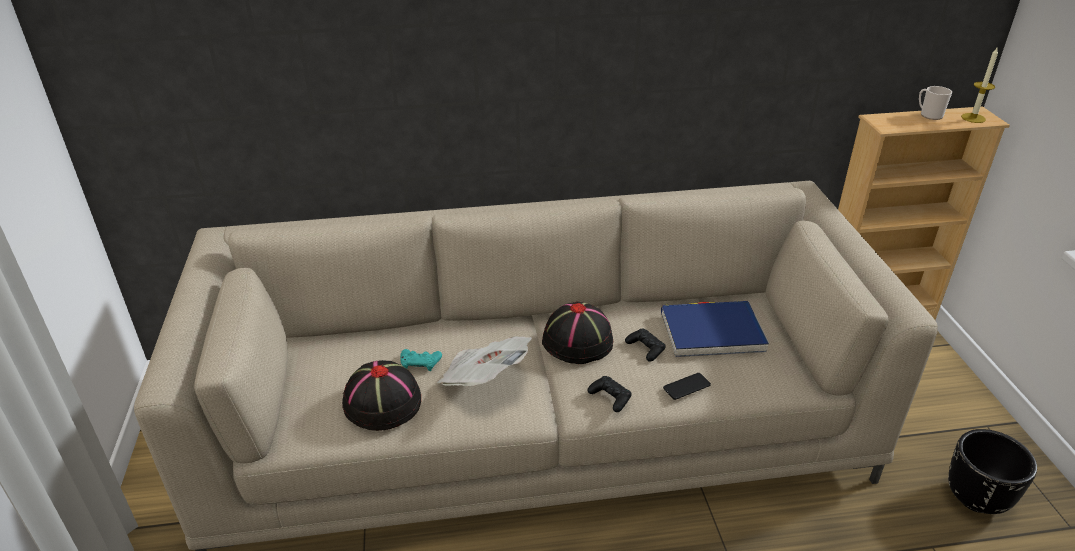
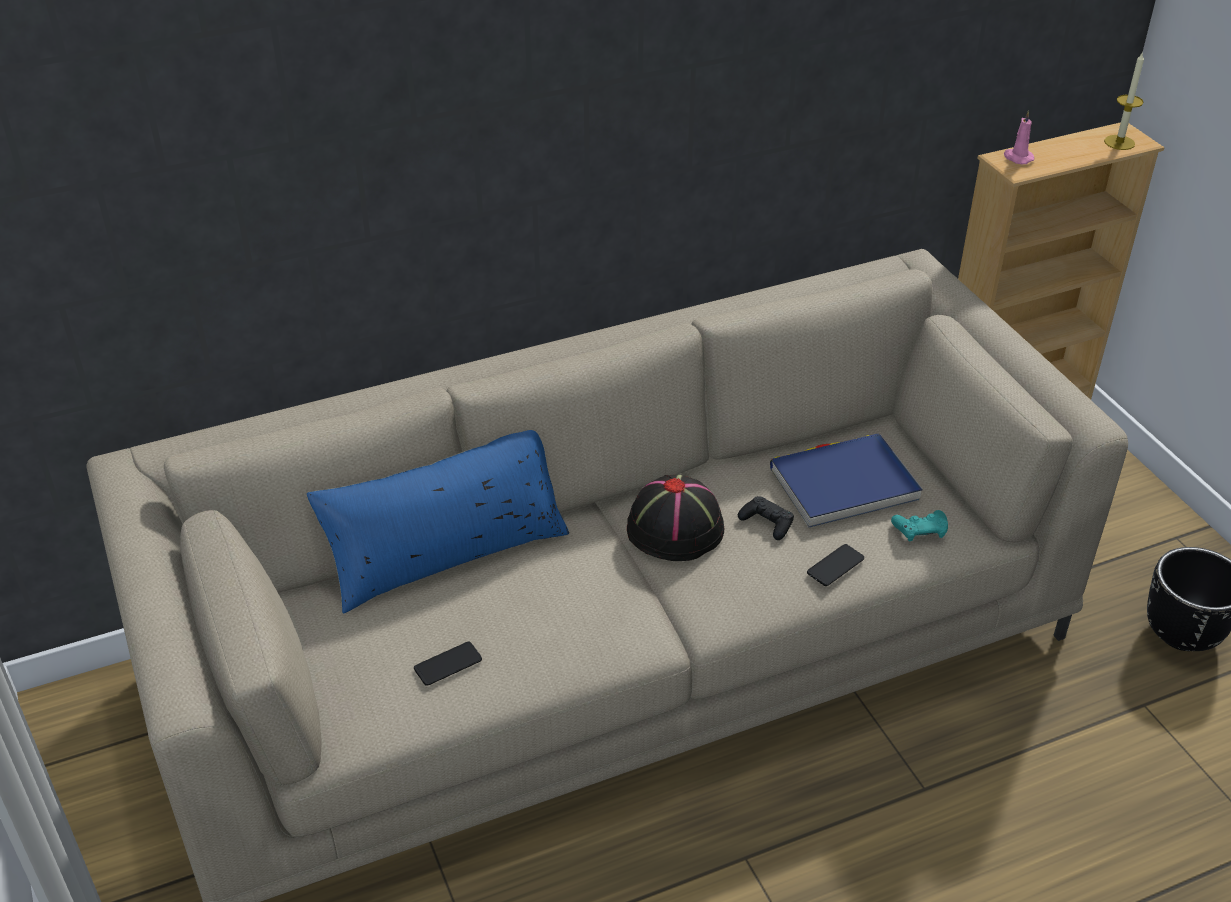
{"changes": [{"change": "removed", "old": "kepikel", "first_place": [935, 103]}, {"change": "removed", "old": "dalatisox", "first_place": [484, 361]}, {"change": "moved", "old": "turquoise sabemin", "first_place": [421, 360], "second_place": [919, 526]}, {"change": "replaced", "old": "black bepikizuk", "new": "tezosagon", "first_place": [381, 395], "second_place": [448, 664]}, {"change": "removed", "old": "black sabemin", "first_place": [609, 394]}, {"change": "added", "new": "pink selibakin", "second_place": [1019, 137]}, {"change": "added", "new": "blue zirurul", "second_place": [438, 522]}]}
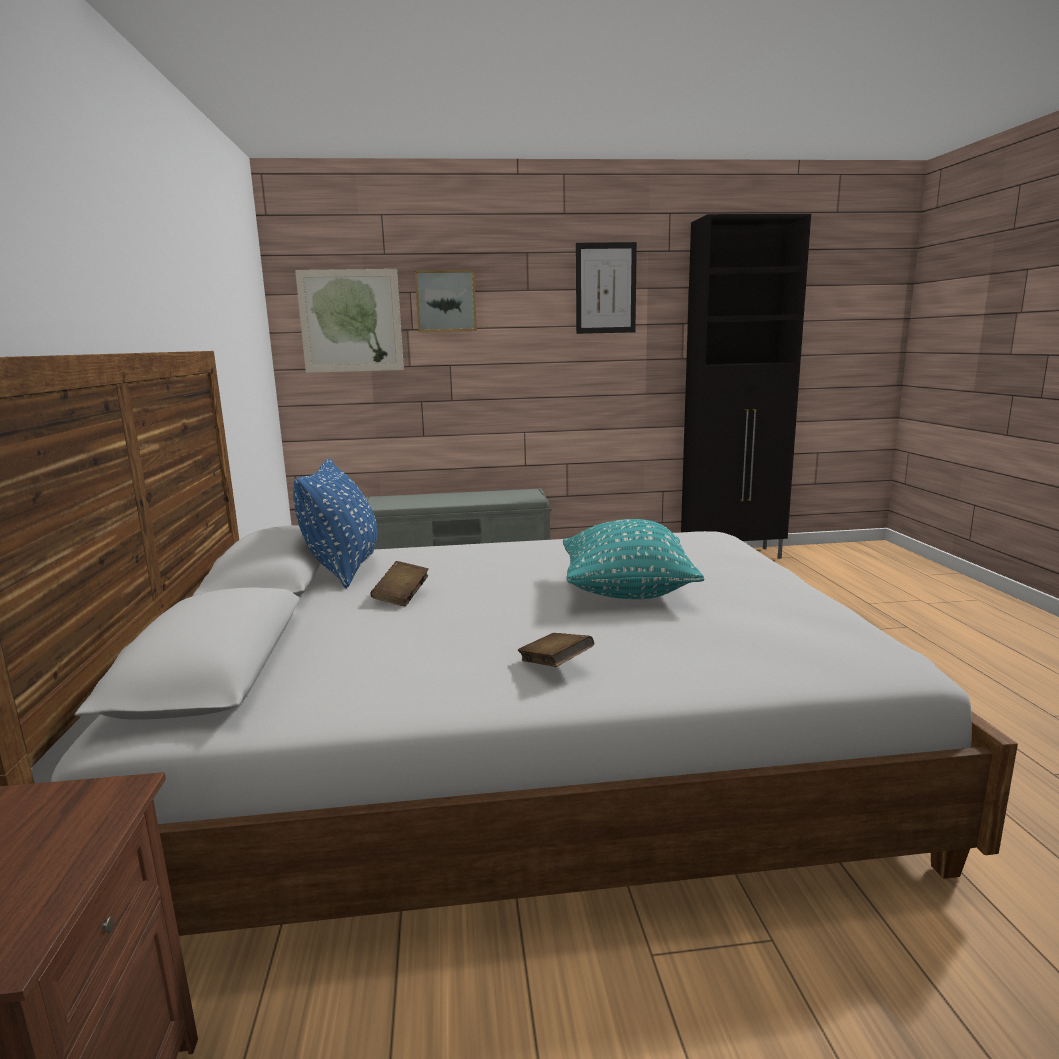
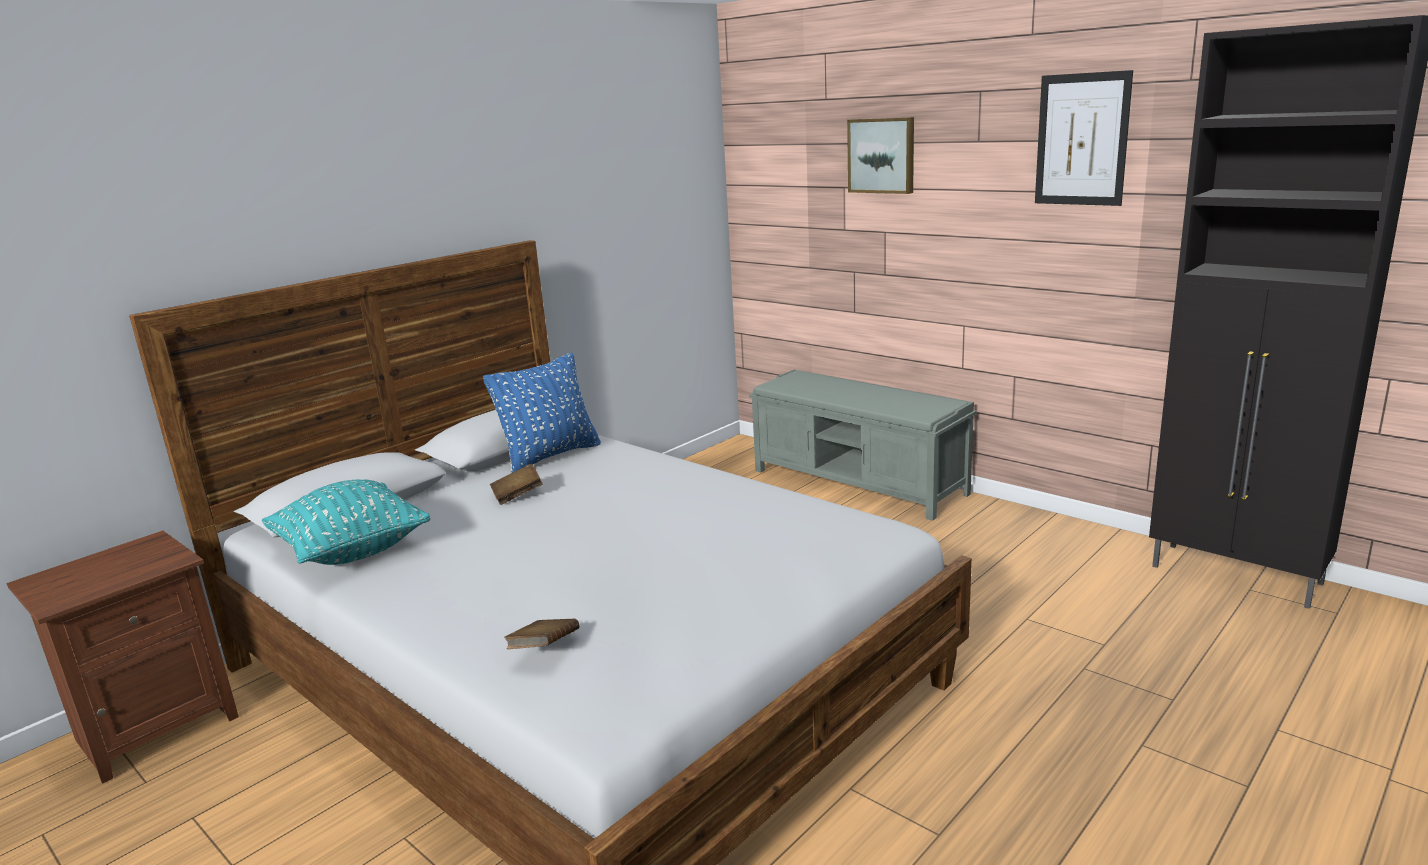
{"changes": [{"change": "removed", "old": "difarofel", "first_place": [349, 321]}, {"change": "moved", "old": "turquoise zirurul", "first_place": [633, 559], "second_place": [346, 522]}, {"change": "moved", "old": "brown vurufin", "first_place": [556, 650], "second_place": [541, 634]}]}
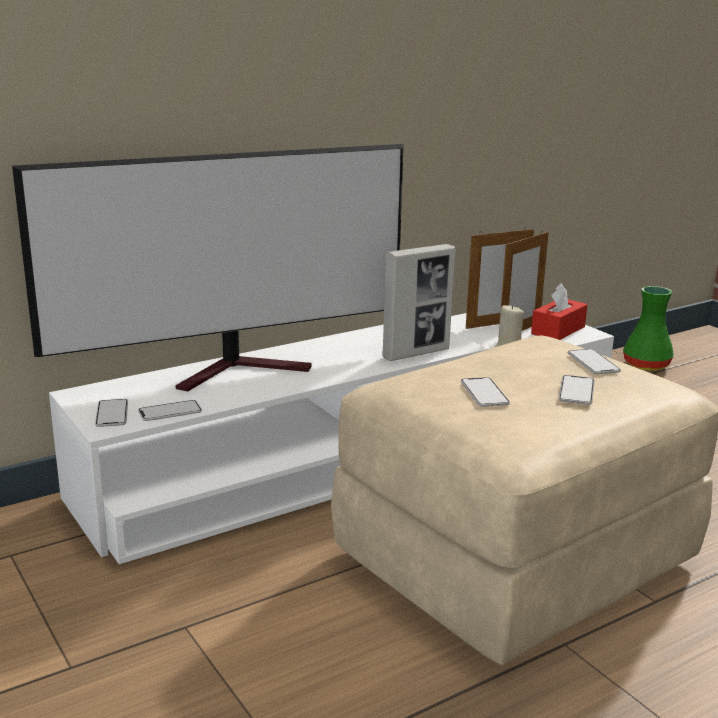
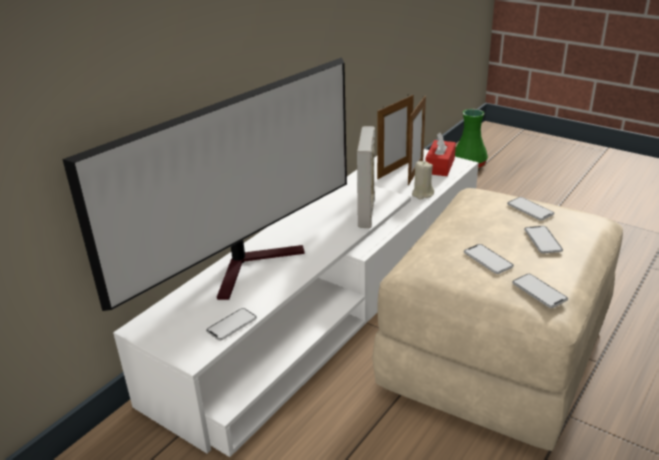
{"changes": [{"change": "turned", "old": "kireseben", "first_place": [418, 302], "second_place": [366, 177], "degrees": 150}, {"change": "moved", "old": "tezosagon", "first_place": [111, 413], "second_place": [540, 291]}]}
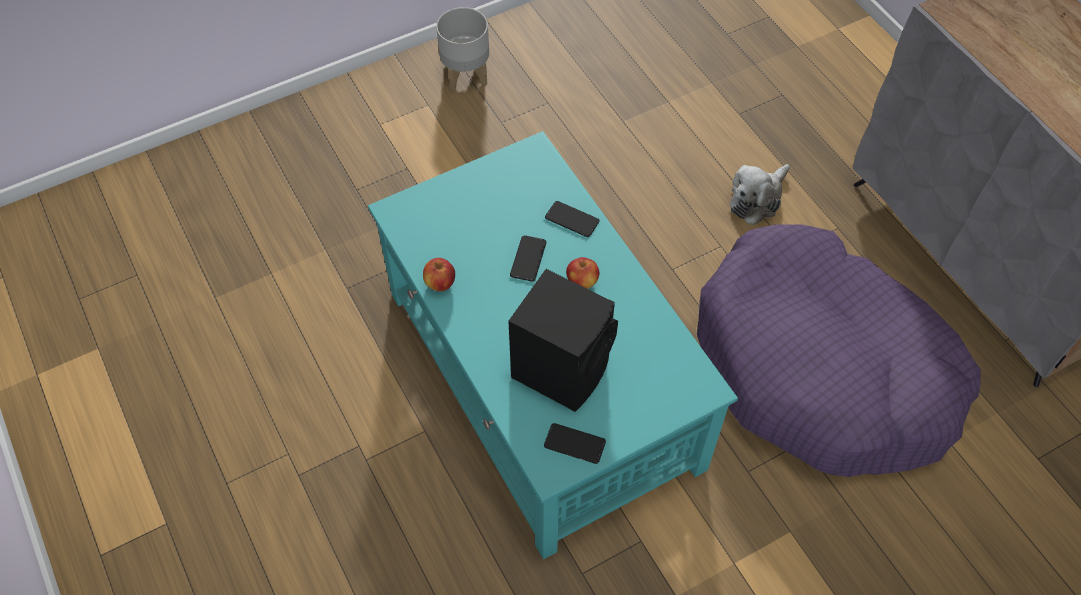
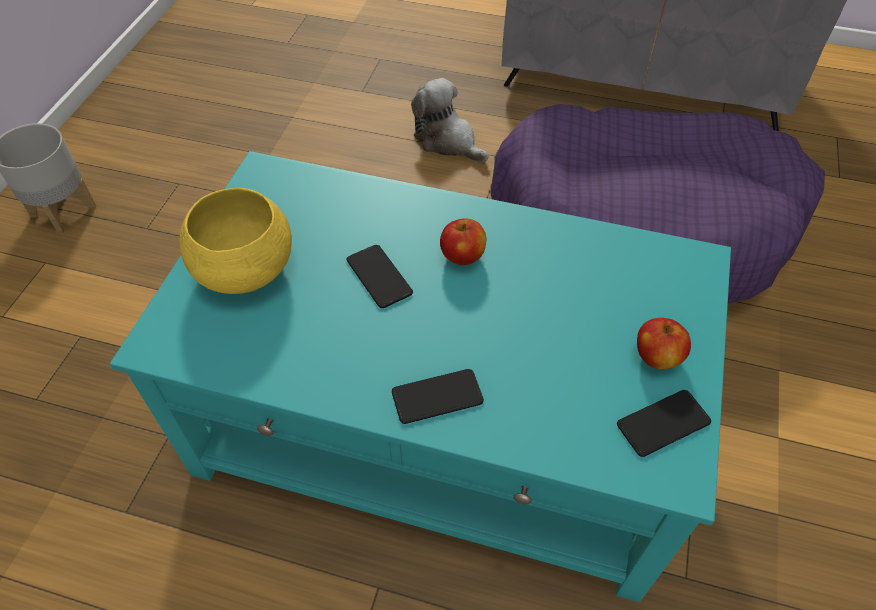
{"changes": [{"change": "turned", "old": "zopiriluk", "first_place": [760, 194], "second_place": [450, 120], "degrees": 135}, {"change": "moved", "old": "tezosagon", "first_place": [572, 219], "second_place": [438, 396]}, {"change": "moved", "old": "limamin", "first_place": [439, 274], "second_place": [664, 344]}, {"change": "removed", "old": "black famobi", "first_place": [563, 340]}, {"change": "added", "new": "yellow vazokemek", "second_place": [235, 241]}]}
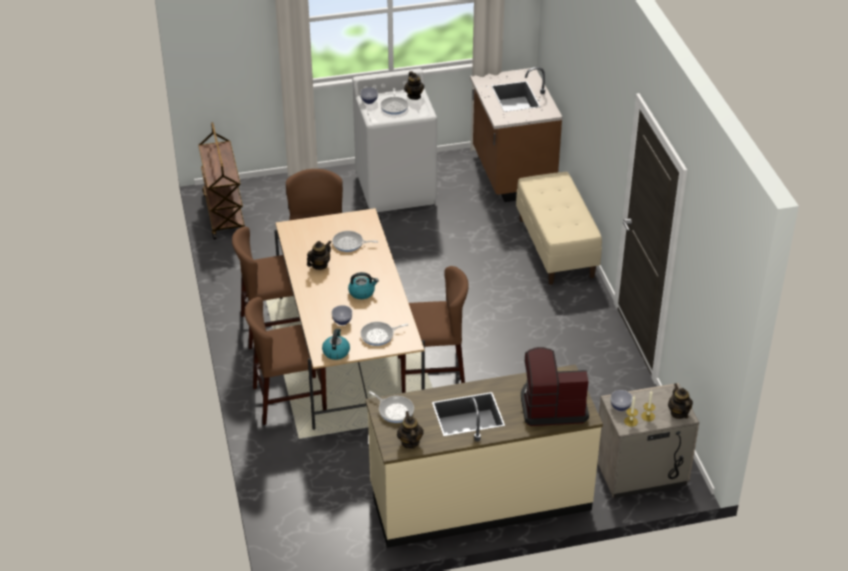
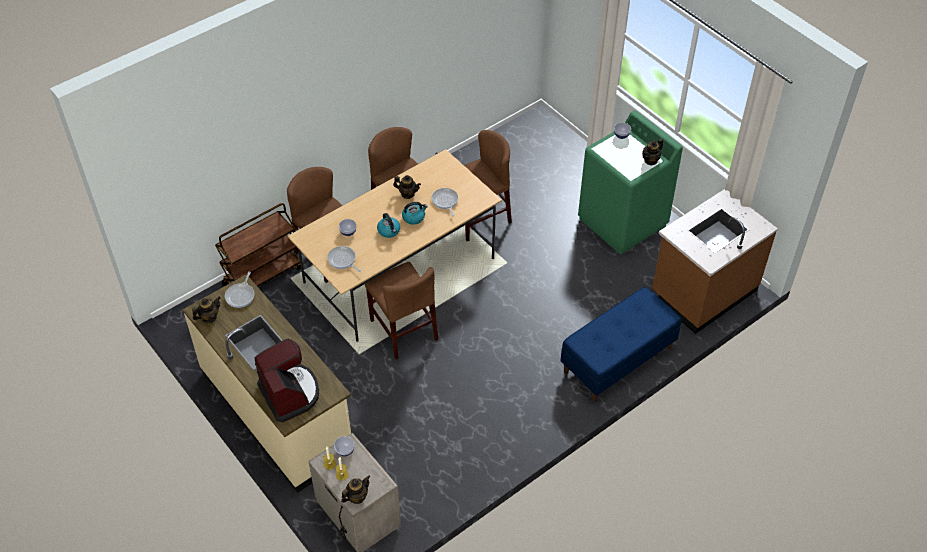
{"changes": [{"change": "recoloured", "old": "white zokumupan", "new": "green zokumupan", "first_place": [394, 140], "second_place": [630, 182]}, {"change": "removed", "old": "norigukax", "first_place": [394, 101]}, {"change": "moved", "old": "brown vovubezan", "first_place": [221, 181], "second_place": [258, 245]}, {"change": "recoloured", "old": "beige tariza", "new": "blue tariza", "first_place": [559, 228], "second_place": [621, 344]}, {"change": "moved", "old": "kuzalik", "first_place": [336, 344], "second_place": [415, 213]}]}
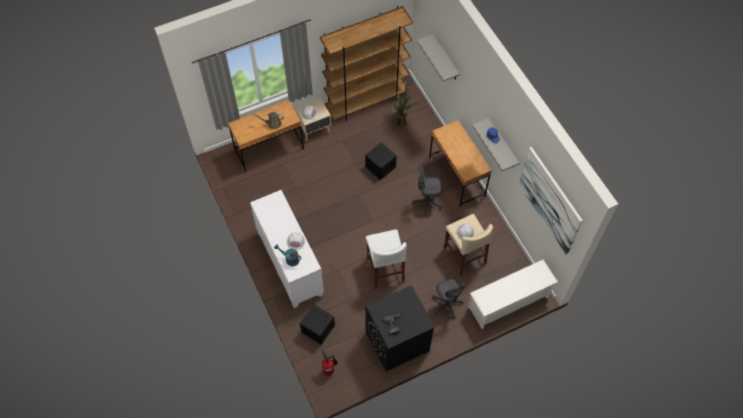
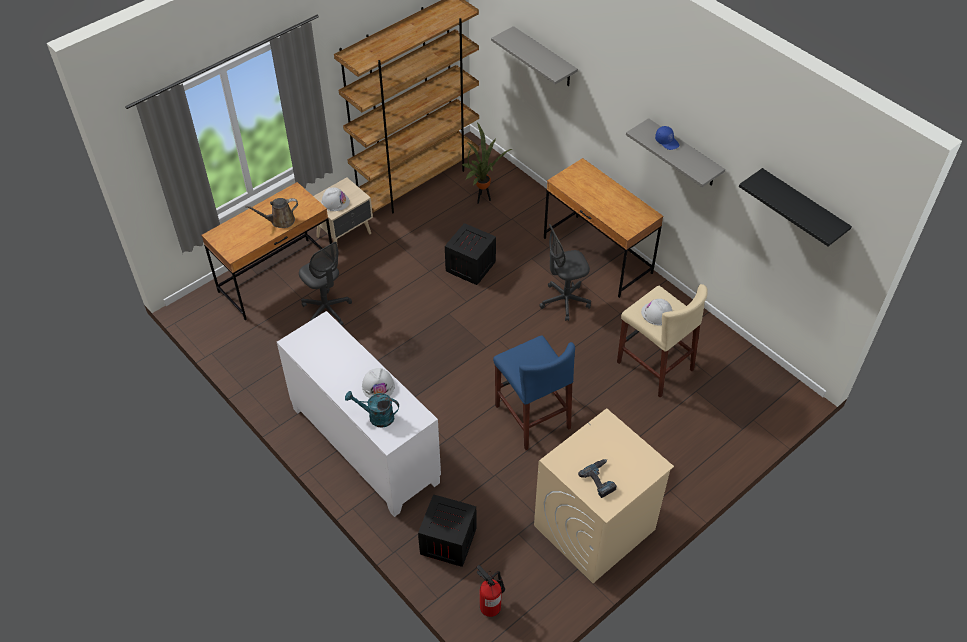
{"changes": [{"change": "replaced", "old": "difarofel", "new": "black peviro", "first_place": [551, 200], "second_place": [795, 207]}, {"change": "recoloured", "old": "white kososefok", "new": "blue kososefok", "first_place": [386, 258], "second_place": [534, 393]}, {"change": "removed", "old": "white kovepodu", "first_place": [513, 294]}, {"change": "moved", "old": "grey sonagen", "first_place": [448, 299], "second_place": [325, 283]}, {"change": "recoloured", "old": "black zokumupan", "new": "beige zokumupan", "first_place": [400, 328], "second_place": [604, 495]}]}
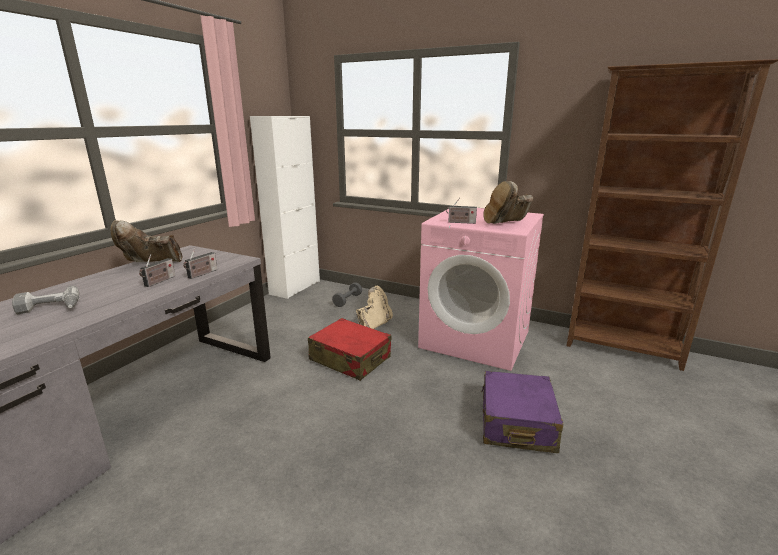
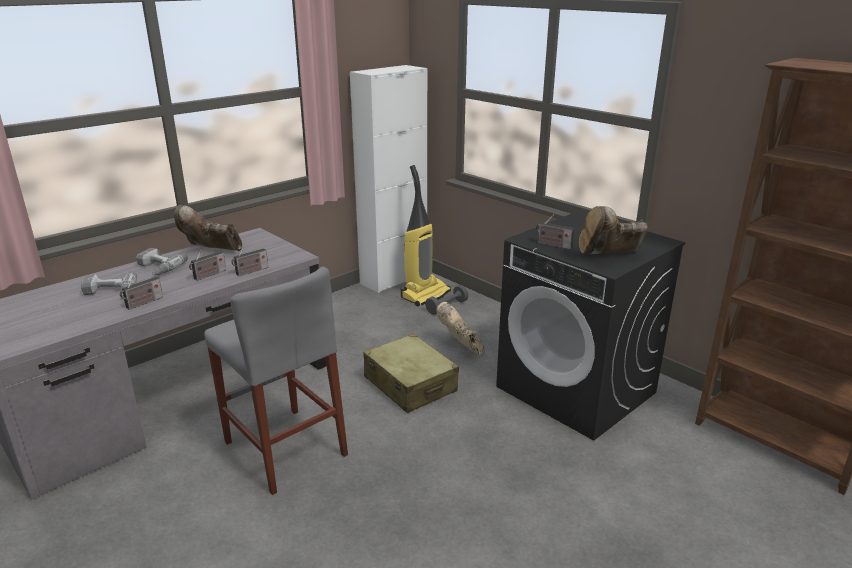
{"changes": [{"change": "recoloured", "old": "pink zokumupan", "new": "black zokumupan", "first_place": [481, 289], "second_place": [590, 326]}, {"change": "turned", "old": "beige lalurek", "first_place": [374, 307], "second_place": [460, 329], "degrees": -90}, {"change": "recoloured", "old": "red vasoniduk", "new": "beige vasoniduk", "first_place": [349, 349], "second_place": [411, 373]}, {"change": "removed", "old": "purple vasoniduk", "first_place": [522, 412]}, {"change": "added", "new": "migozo", "second_place": [426, 236]}, {"change": "added", "new": "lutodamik", "second_place": [162, 261]}, {"change": "added", "new": "grey kososefok", "second_place": [276, 381]}, {"change": "added", "new": "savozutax", "second_place": [141, 292]}]}
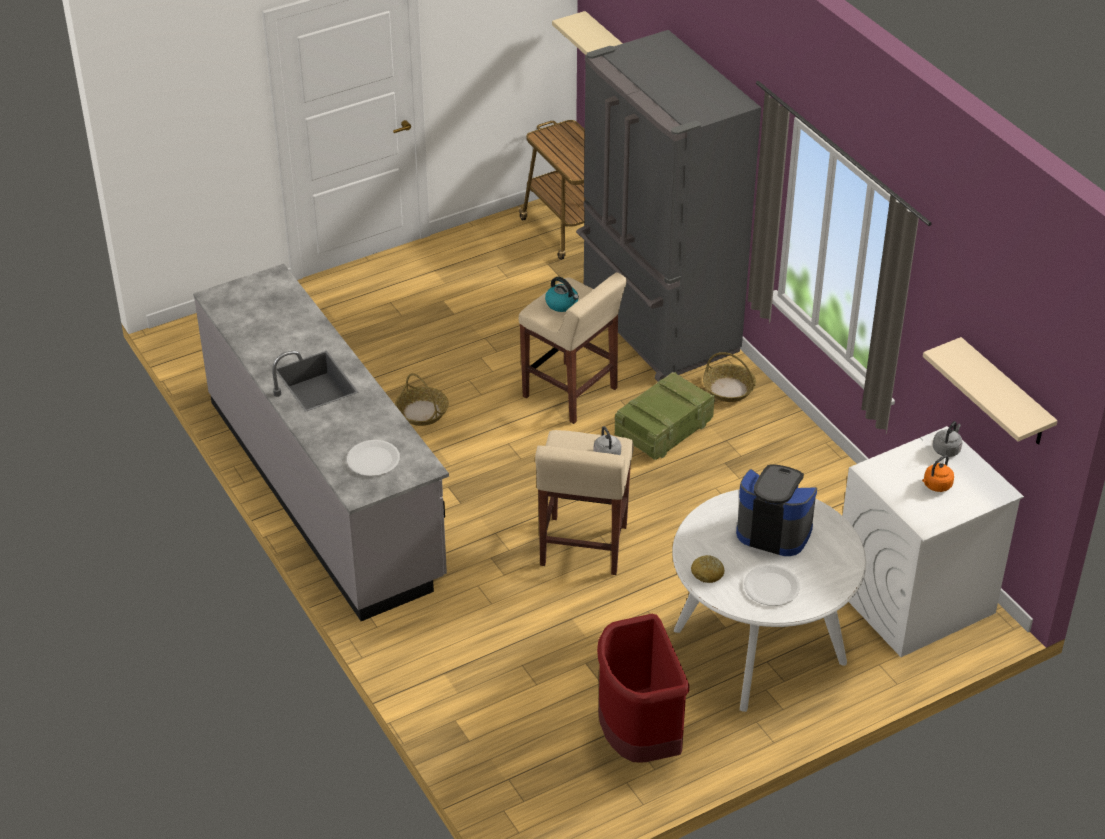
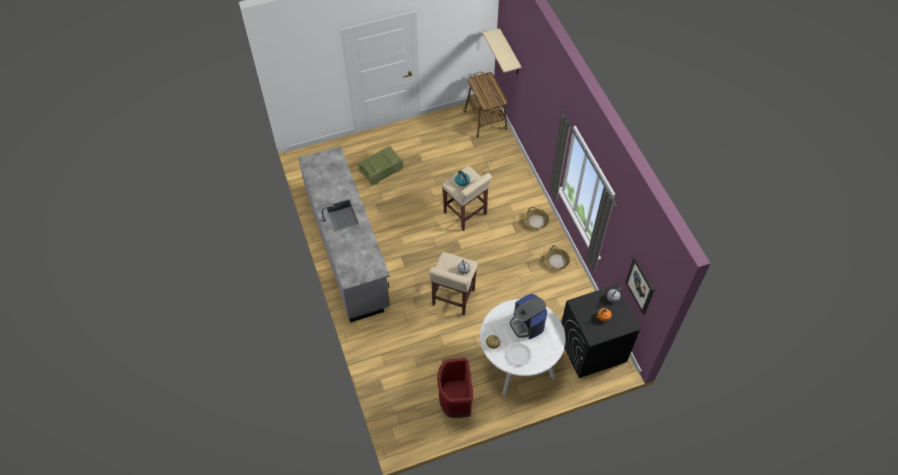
{"changes": [{"change": "removed", "old": "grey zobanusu", "first_place": [668, 206]}, {"change": "replaced", "old": "beige peviro", "new": "difarofel", "first_place": [990, 391], "second_place": [639, 286]}, {"change": "moved", "old": "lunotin", "first_place": [665, 416], "second_place": [380, 165]}, {"change": "moved", "old": "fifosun", "first_place": [422, 399], "second_place": [557, 257]}, {"change": "recoloured", "old": "white zokumupan", "new": "black zokumupan", "first_place": [933, 541], "second_place": [601, 331]}, {"change": "removed", "old": "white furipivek", "first_place": [373, 458]}, {"change": "turned", "old": "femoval", "first_place": [776, 510], "second_place": [528, 316], "degrees": -150}]}
